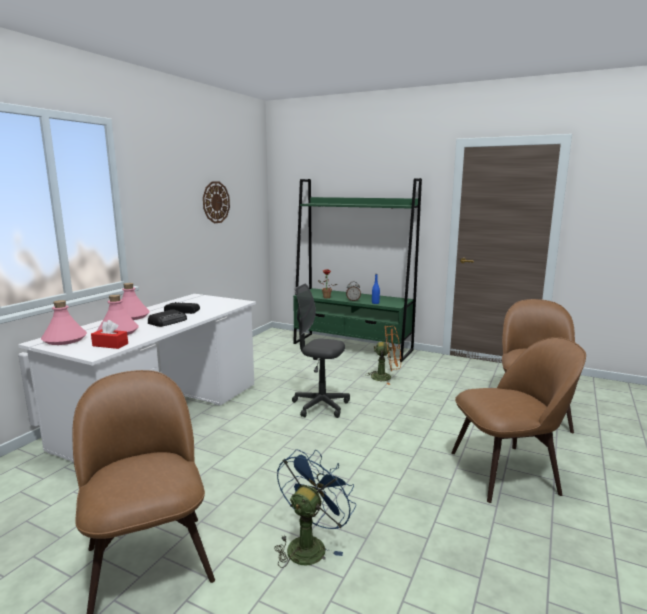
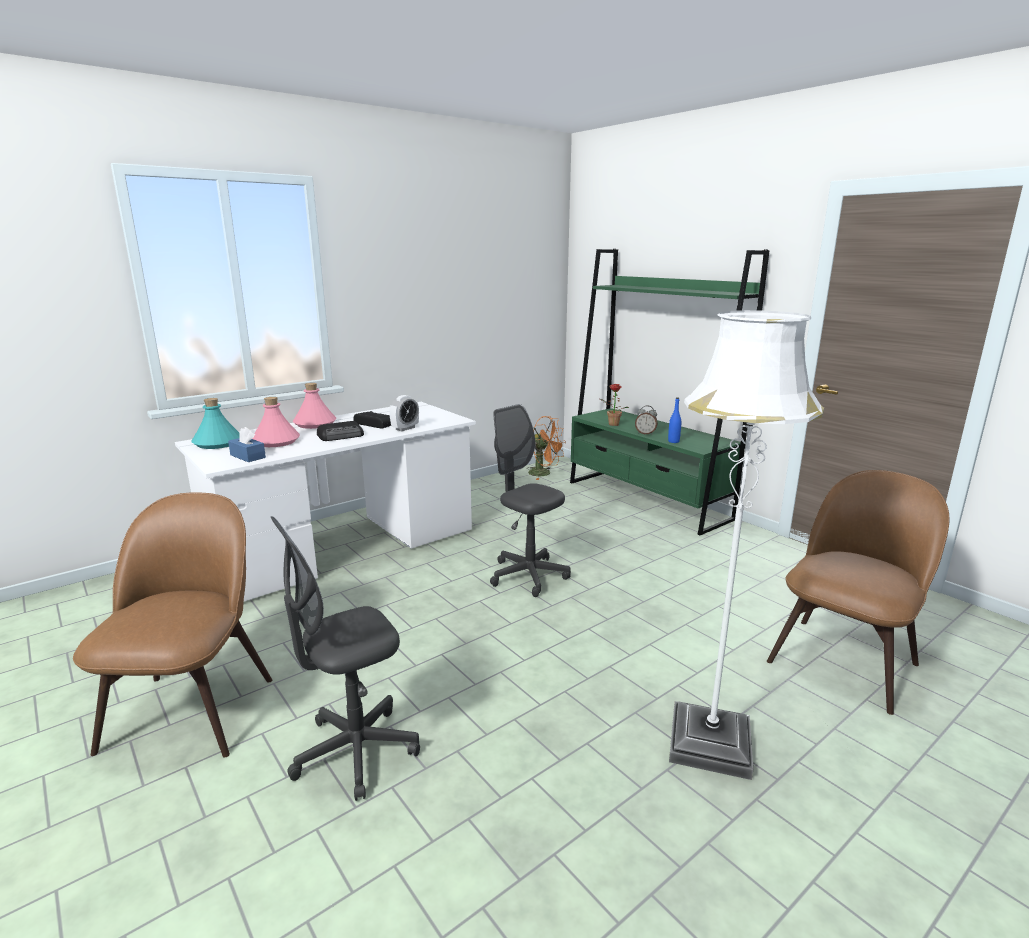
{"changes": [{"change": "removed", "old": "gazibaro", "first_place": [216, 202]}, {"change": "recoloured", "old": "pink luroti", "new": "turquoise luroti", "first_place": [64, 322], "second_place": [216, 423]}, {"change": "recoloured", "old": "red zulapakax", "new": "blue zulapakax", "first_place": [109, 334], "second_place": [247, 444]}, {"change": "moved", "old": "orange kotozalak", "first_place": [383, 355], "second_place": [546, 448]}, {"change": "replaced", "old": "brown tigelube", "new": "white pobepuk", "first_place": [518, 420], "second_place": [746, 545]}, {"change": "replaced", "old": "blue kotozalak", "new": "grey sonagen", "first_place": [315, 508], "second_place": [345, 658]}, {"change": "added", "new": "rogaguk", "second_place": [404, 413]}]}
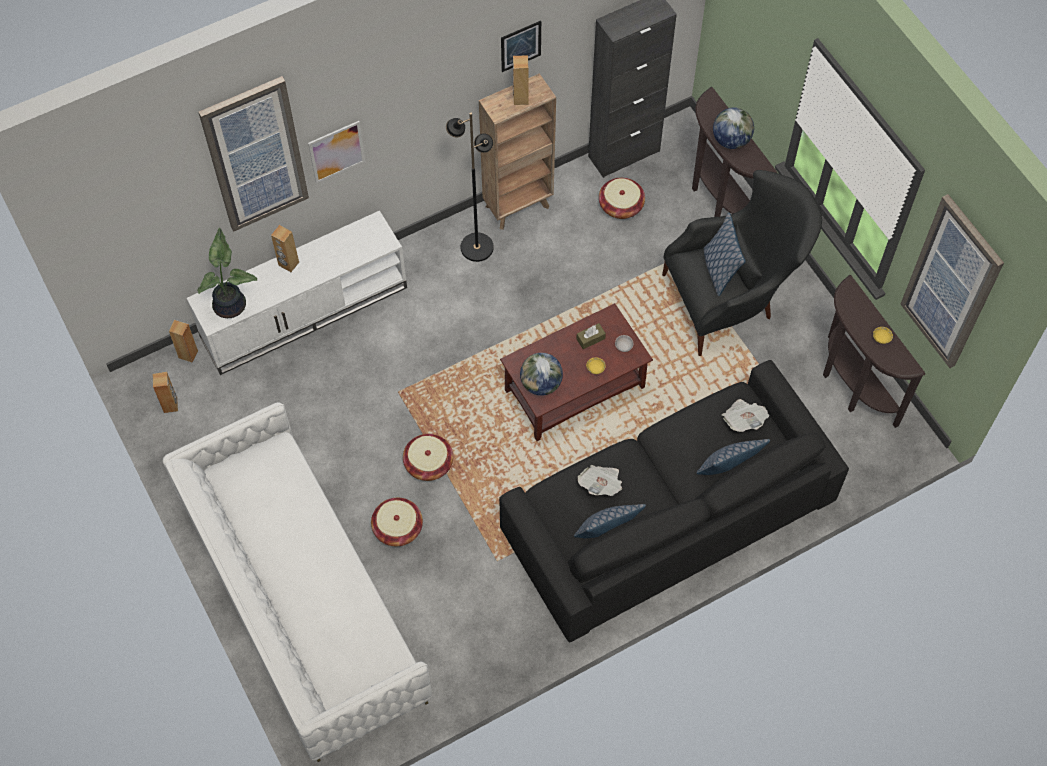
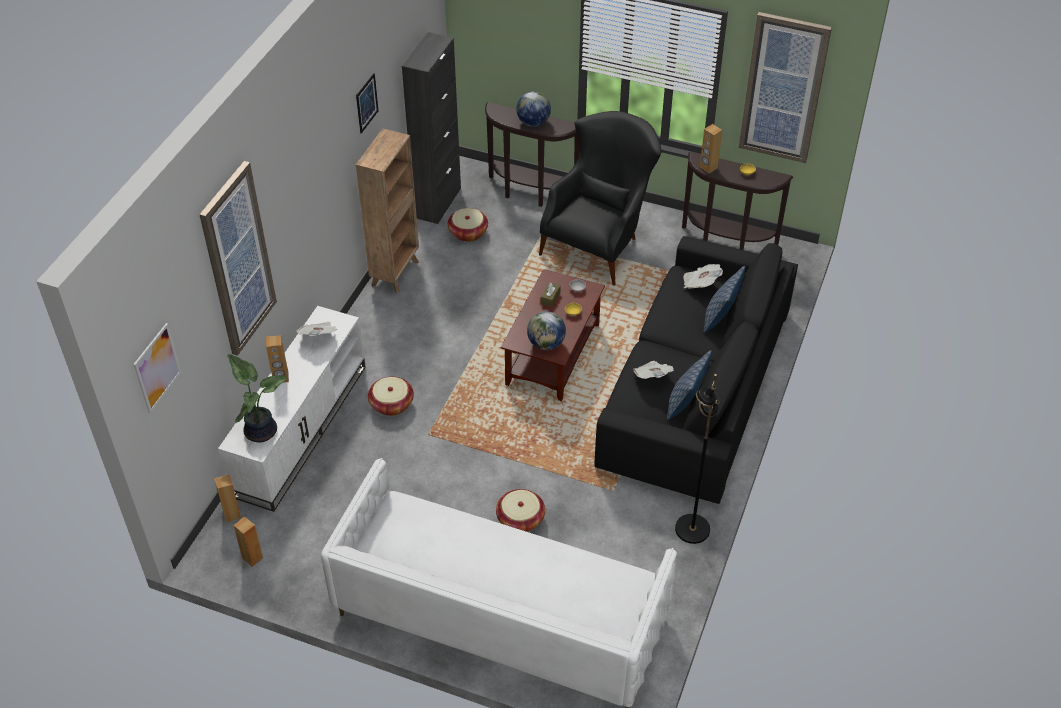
{"changes": [{"change": "moved", "old": "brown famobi", "first_place": [520, 80], "second_place": [711, 149]}, {"change": "moved", "old": "black pobepuk", "first_place": [470, 187], "second_place": [697, 459]}, {"change": "moved", "old": "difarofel", "first_place": [336, 152], "second_place": [157, 368]}, {"change": "removed", "old": "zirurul", "first_place": [724, 254]}, {"change": "moved", "old": "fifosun", "first_place": [428, 457], "second_place": [391, 396]}, {"change": "added", "new": "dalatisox", "second_place": [317, 329]}]}
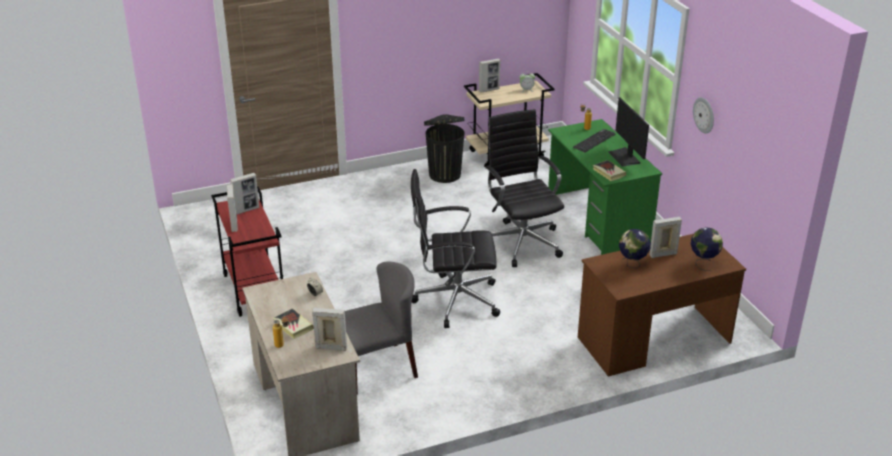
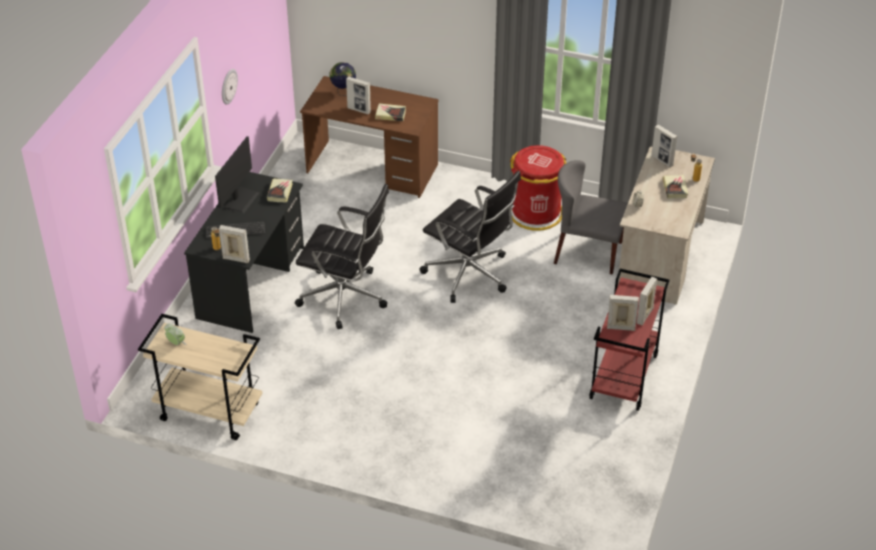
{"changes": [{"change": "moved", "old": "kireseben", "first_place": [489, 76], "second_place": [234, 244]}, {"change": "turned", "old": "black sonagen", "first_place": [524, 188], "second_place": [342, 256], "degrees": -90}, {"change": "removed", "old": "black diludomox", "first_place": [444, 148]}, {"change": "recoloured", "old": "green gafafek", "new": "black gafafek", "first_place": [605, 187], "second_place": [244, 252]}, {"change": "replaced", "old": "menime", "new": "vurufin", "first_place": [635, 249], "second_place": [390, 112]}, {"change": "added", "new": "red diludomox", "second_place": [538, 188]}]}
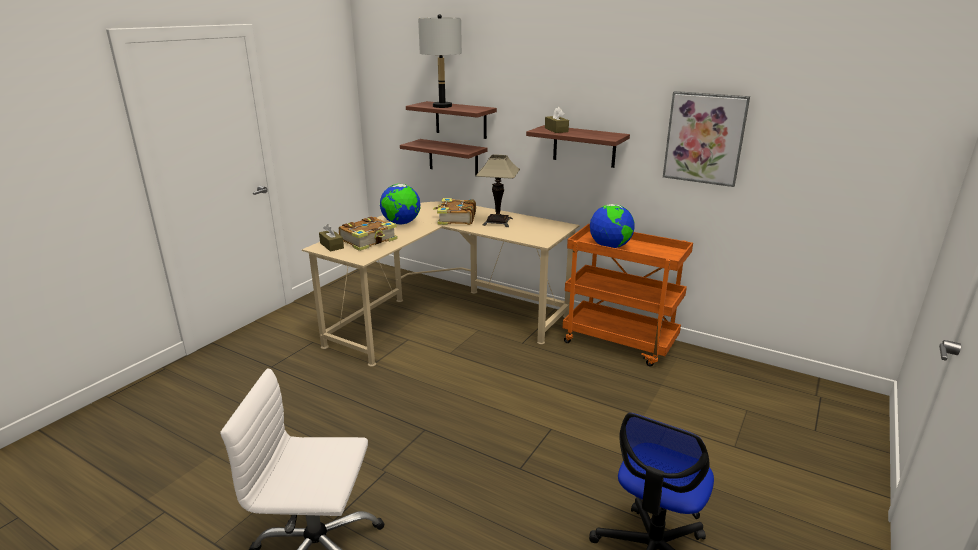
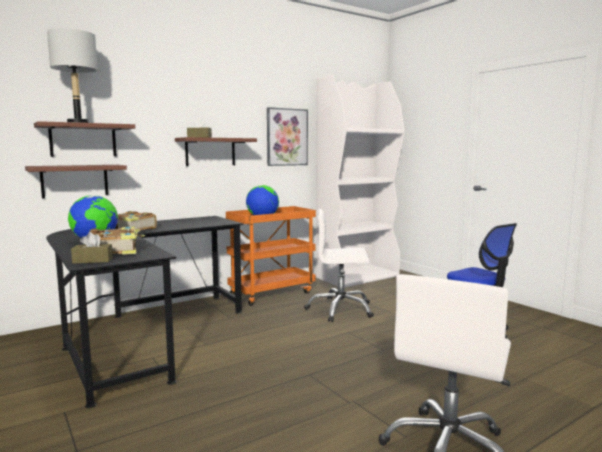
{"changes": [{"change": "removed", "old": "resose", "first_place": [498, 191]}, {"change": "recoloured", "old": "beige gafafek", "new": "black gafafek", "first_place": [441, 284], "second_place": [144, 312]}, {"change": "added", "new": "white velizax", "second_place": [360, 181]}, {"change": "added", "new": "white sonagen", "second_place": [339, 265]}]}
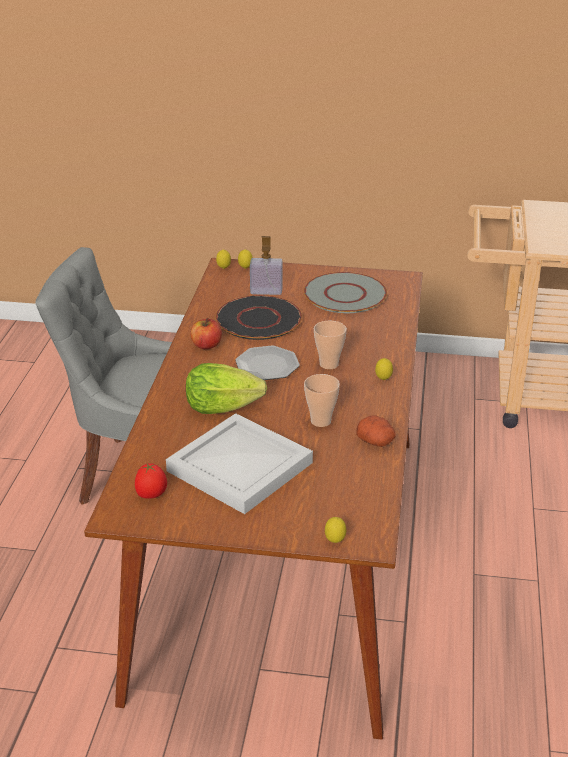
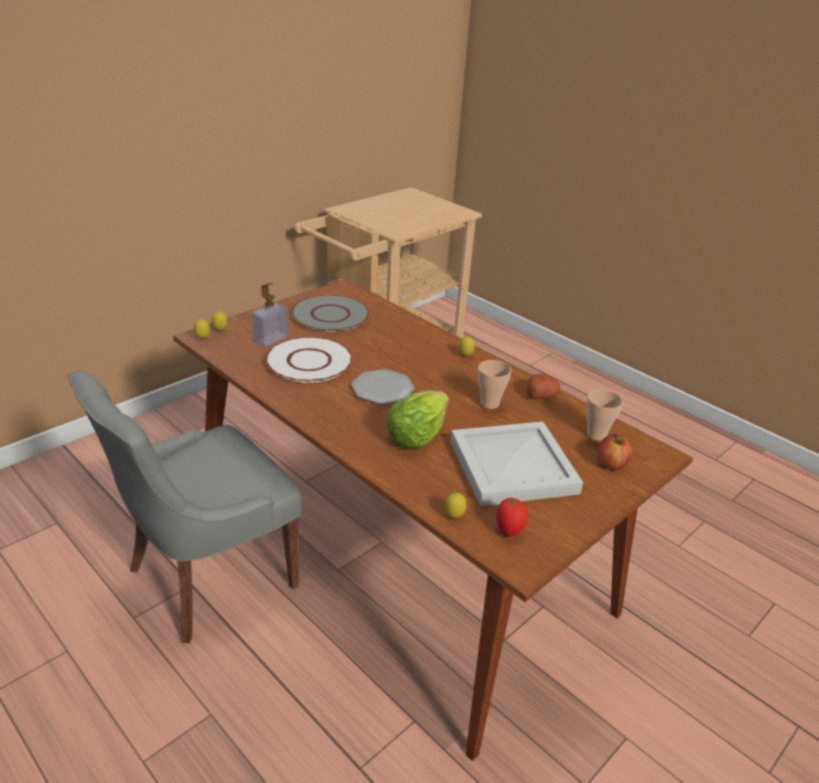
{"changes": [{"change": "recoloured", "old": "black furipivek", "new": "white furipivek", "first_place": [258, 317], "second_place": [309, 360]}, {"change": "moved", "old": "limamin", "first_place": [206, 333], "second_place": [614, 452]}, {"change": "moved", "old": "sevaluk", "first_place": [330, 344], "second_place": [605, 415]}, {"change": "moved", "old": "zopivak", "first_place": [335, 530], "second_place": [456, 505]}]}
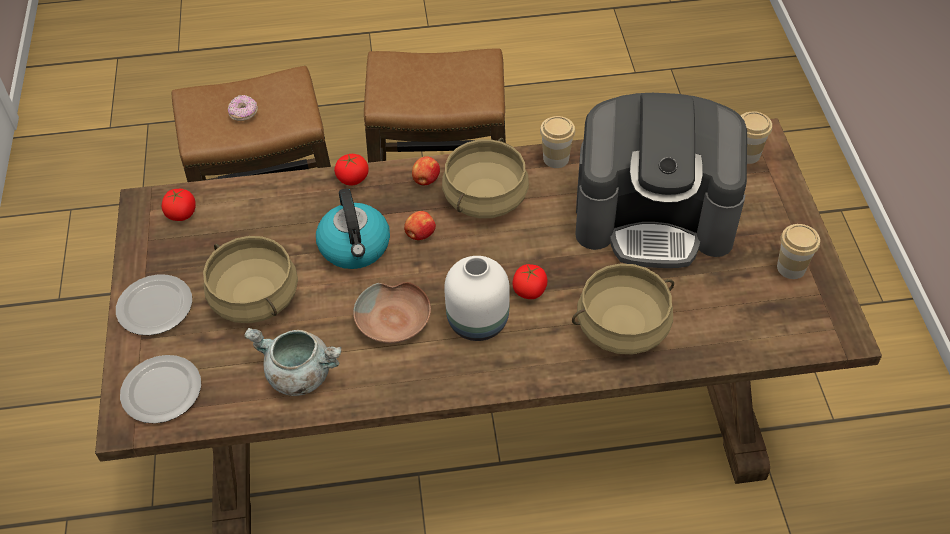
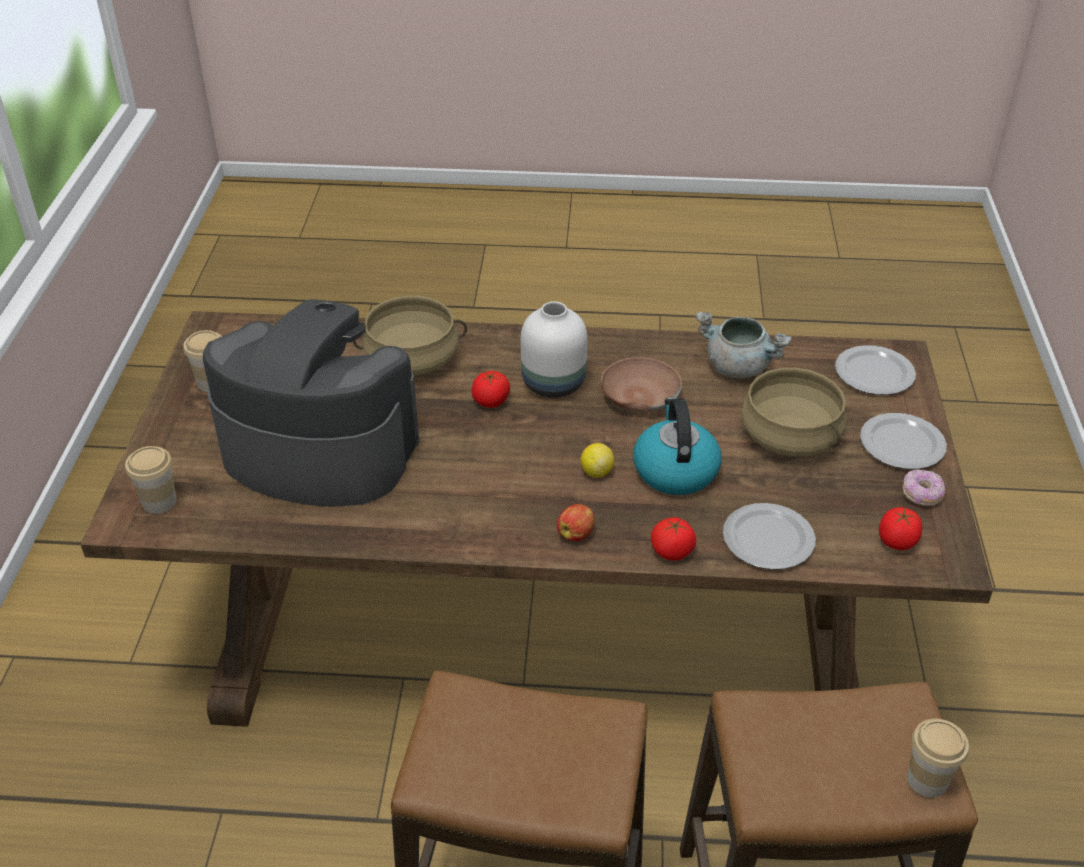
{"changes": [{"change": "moved", "old": "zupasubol", "first_place": [243, 108], "second_place": [923, 488]}, {"change": "moved", "old": "sevaluk", "first_place": [557, 142], "second_place": [938, 758]}, {"change": "removed", "old": "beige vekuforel", "first_place": [485, 178]}, {"change": "replaced", "old": "limamin", "new": "zopivak", "first_place": [420, 225], "second_place": [597, 460]}, {"change": "added", "new": "furipivek", "second_place": [769, 536]}]}
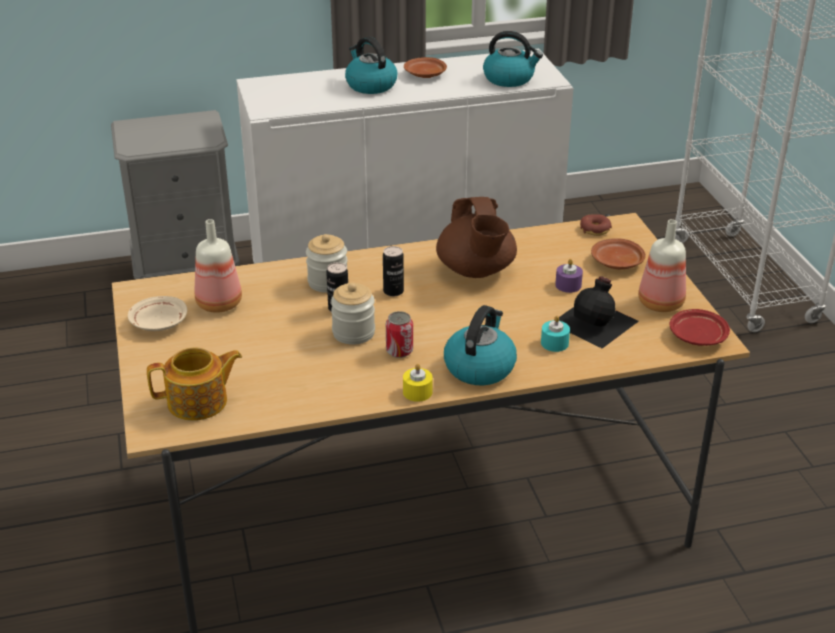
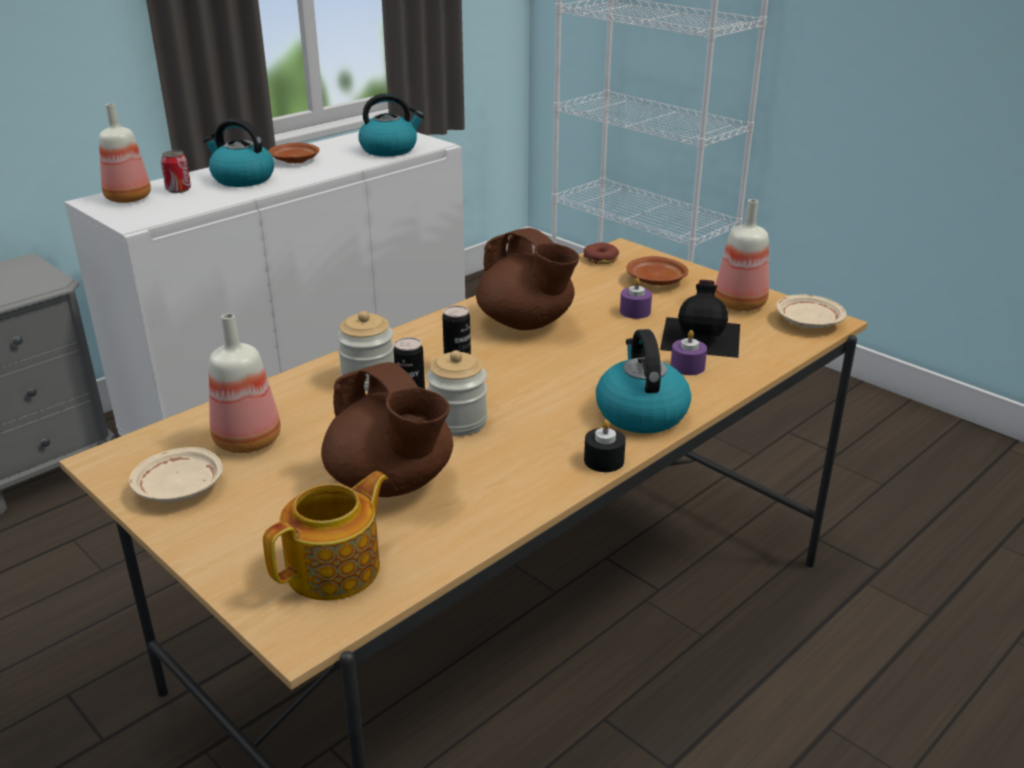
{"changes": [{"change": "recoloured", "old": "red furipivek", "new": "beige furipivek", "first_place": [699, 327], "second_place": [811, 311]}, {"change": "moved", "old": "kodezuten", "first_place": [399, 334], "second_place": [176, 171]}, {"change": "recoloured", "old": "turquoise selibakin", "new": "purple selibakin", "first_place": [555, 334], "second_place": [689, 352]}, {"change": "recoloured", "old": "yellow selibakin", "new": "black selibakin", "first_place": [418, 383], "second_place": [605, 446]}, {"change": "added", "new": "luroti", "second_place": [125, 153]}, {"change": "added", "new": "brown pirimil", "second_place": [387, 429]}]}
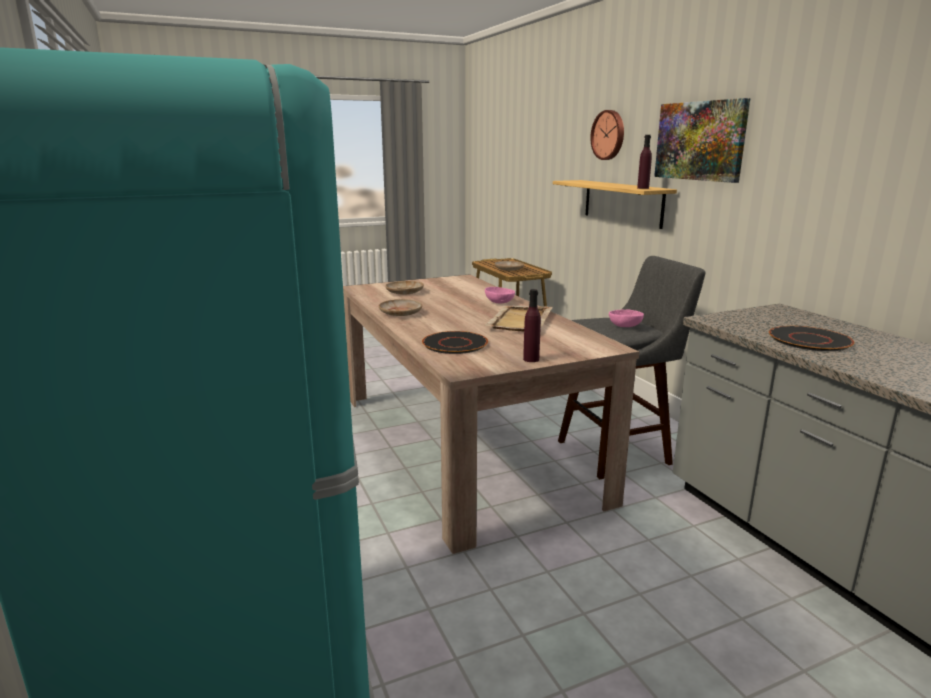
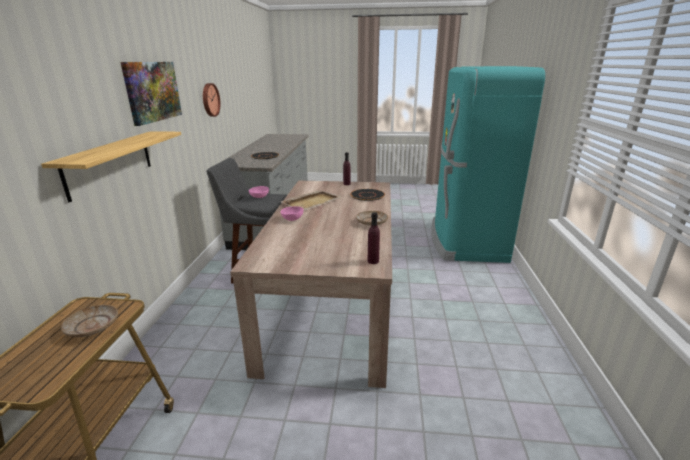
{"changes": [{"change": "moved", "old": "gazibaro", "first_place": [607, 135], "second_place": [211, 100]}, {"change": "moved", "old": "purple luroti", "first_place": [644, 162], "second_place": [374, 238]}, {"change": "removed", "old": "beige furipivek", "first_place": [404, 287]}]}
